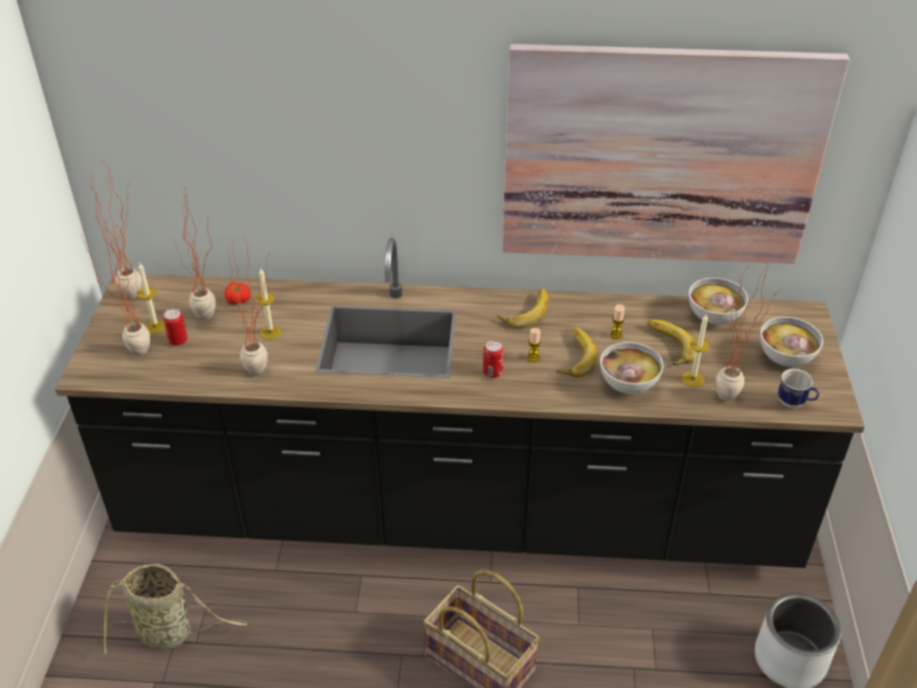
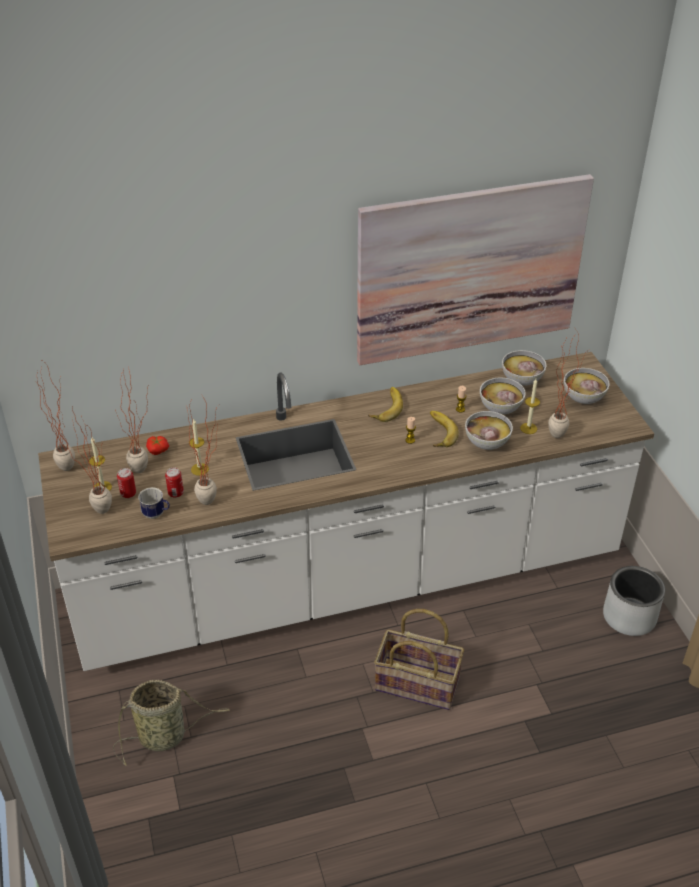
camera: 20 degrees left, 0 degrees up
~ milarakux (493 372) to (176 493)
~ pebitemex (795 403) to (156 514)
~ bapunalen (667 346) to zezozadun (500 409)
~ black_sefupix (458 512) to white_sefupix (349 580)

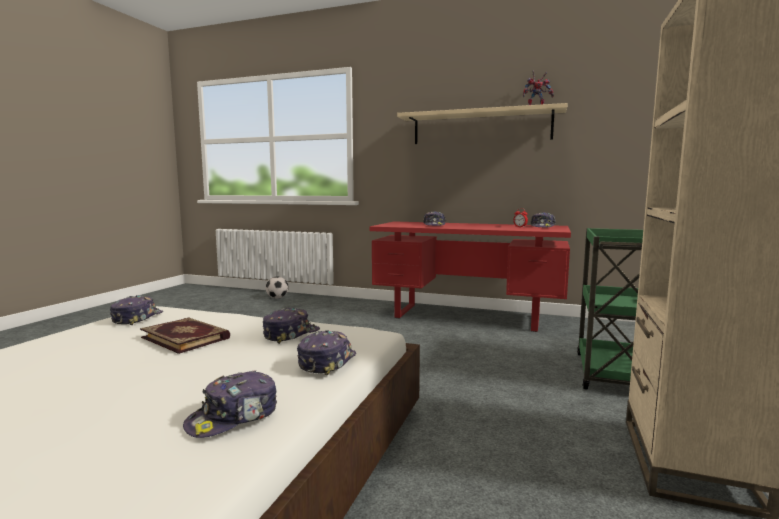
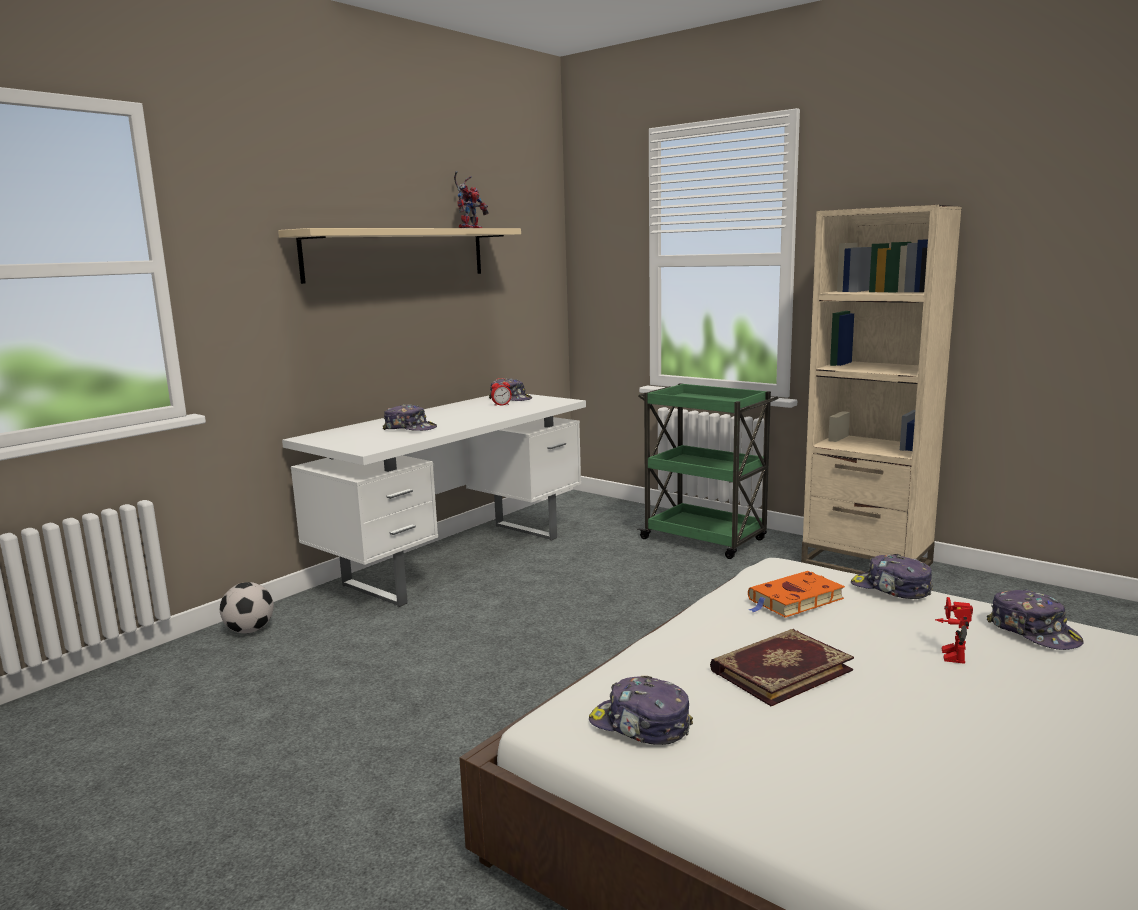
camera: 70 degrees left, 5 degrees up
+ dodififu (948 654)
~ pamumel (277 298) to (249 630)
~ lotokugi (291 334) to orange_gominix (794 600)
~ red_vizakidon (467 317) to white_vizakidon (456 559)

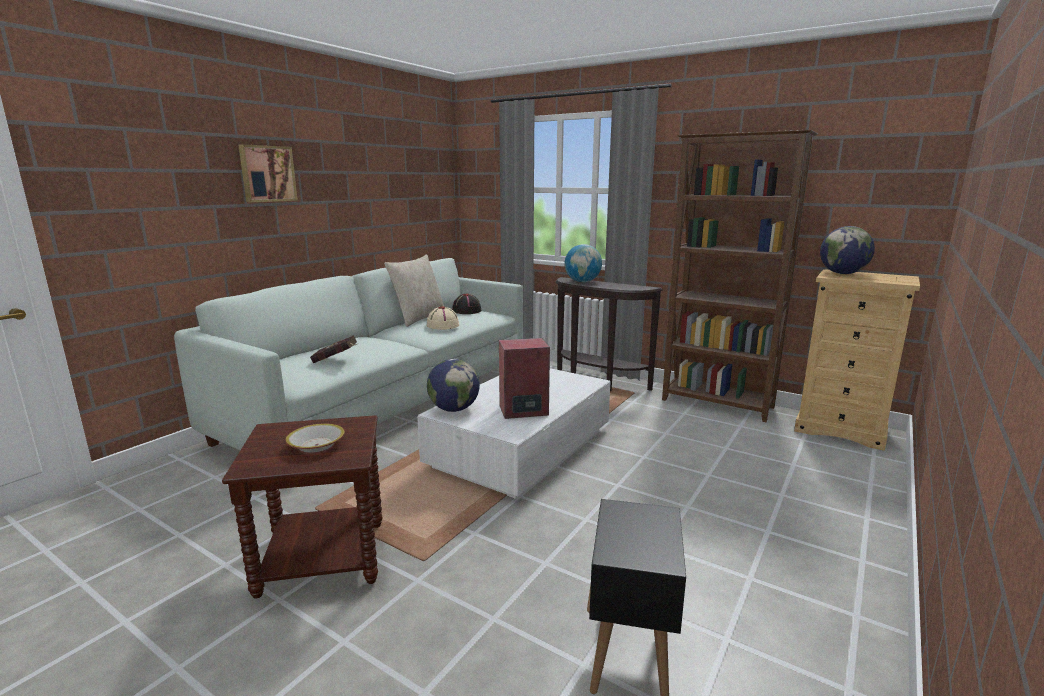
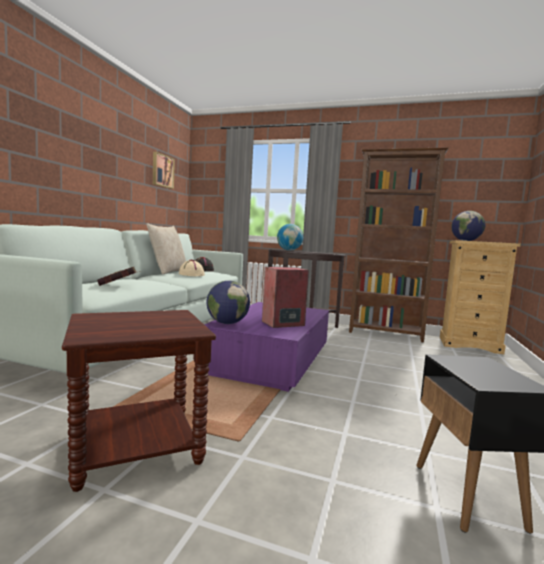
camera: 15 degrees left, 10 degrees down
- zezozadun (316 446)
~ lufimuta (267 174) to (162 171)
~ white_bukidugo (521 448) to purple_bukidugo (271 360)

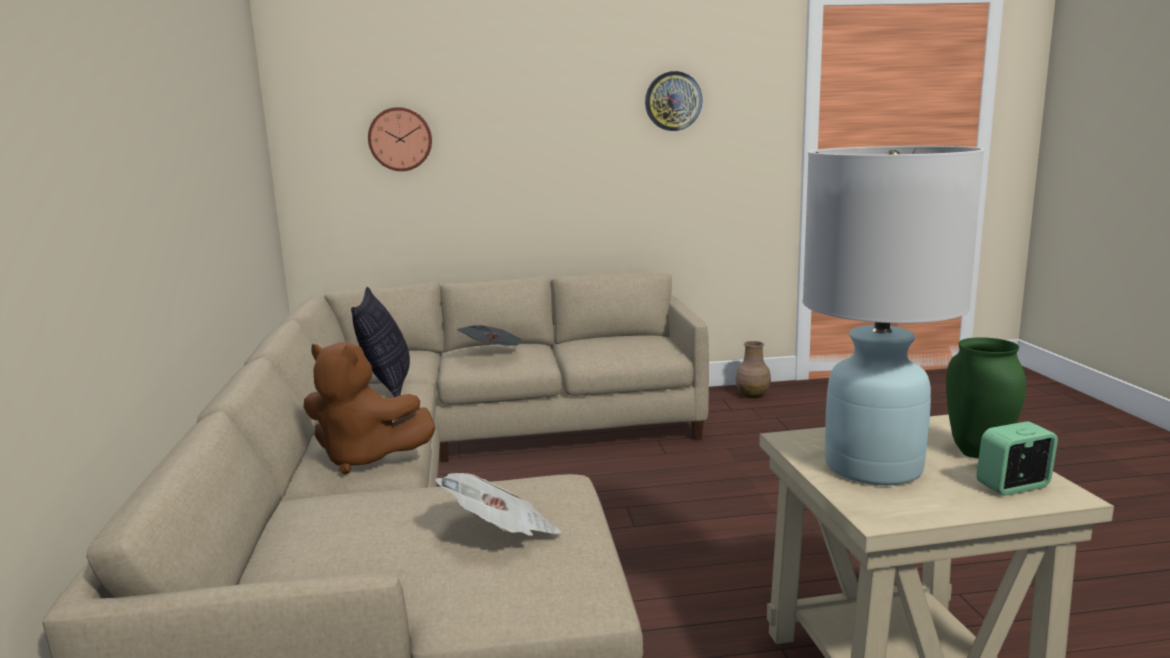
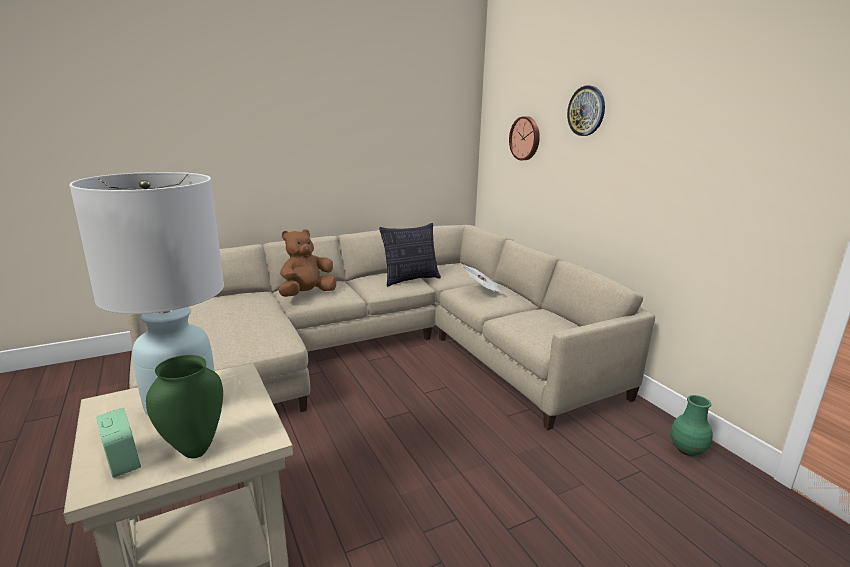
camera: 70 degrees right, 5 degrees up
- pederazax (502 533)
~ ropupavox (673 101) to (586 111)
~ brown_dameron (752 395) to green_dameron (687 449)
~ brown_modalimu (365 458) = (307 294) 45 degrees clockwise

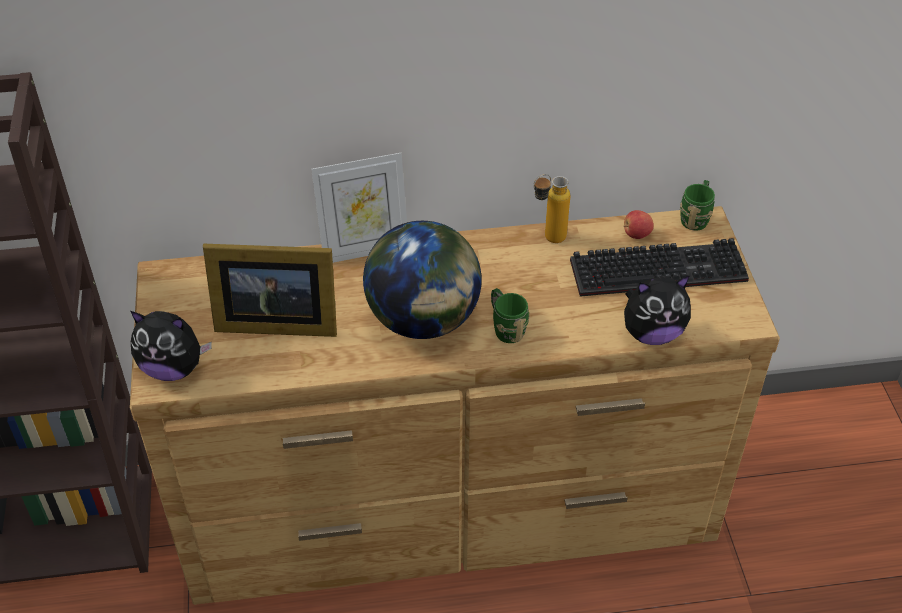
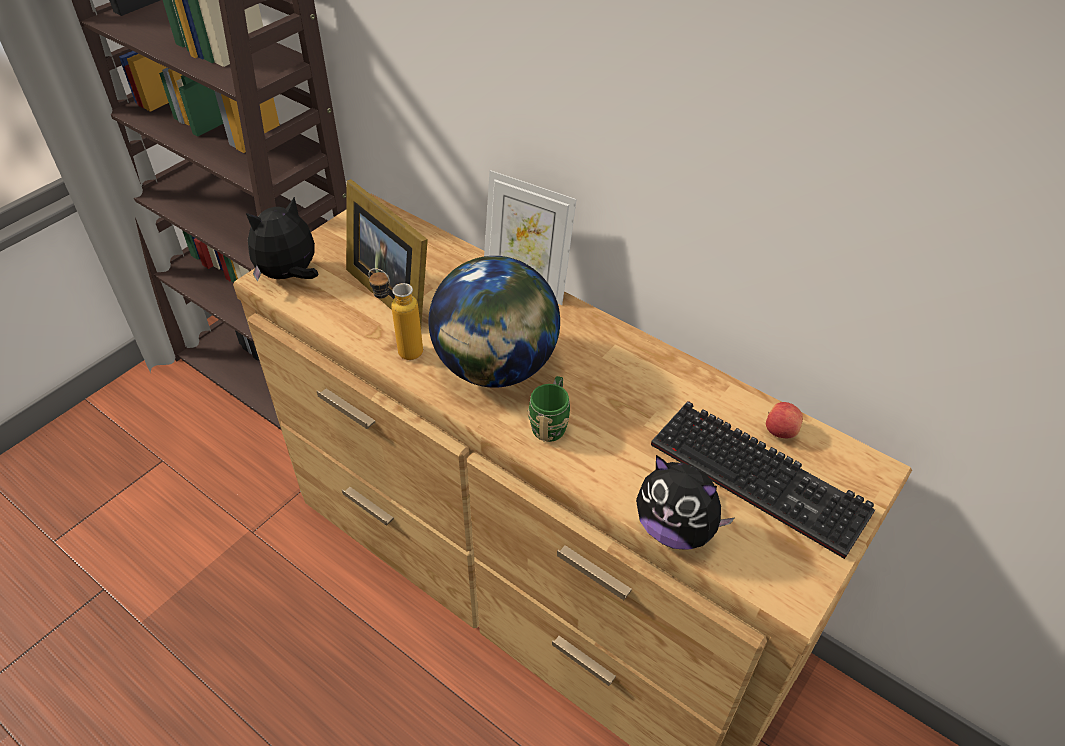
camera: 45 degrees right, 0 degrees up
- green_pebitemex (696 217)
~ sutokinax (547 239) to (401 350)
~ modalimu (173 368) = (289 275) 90 degrees clockwise

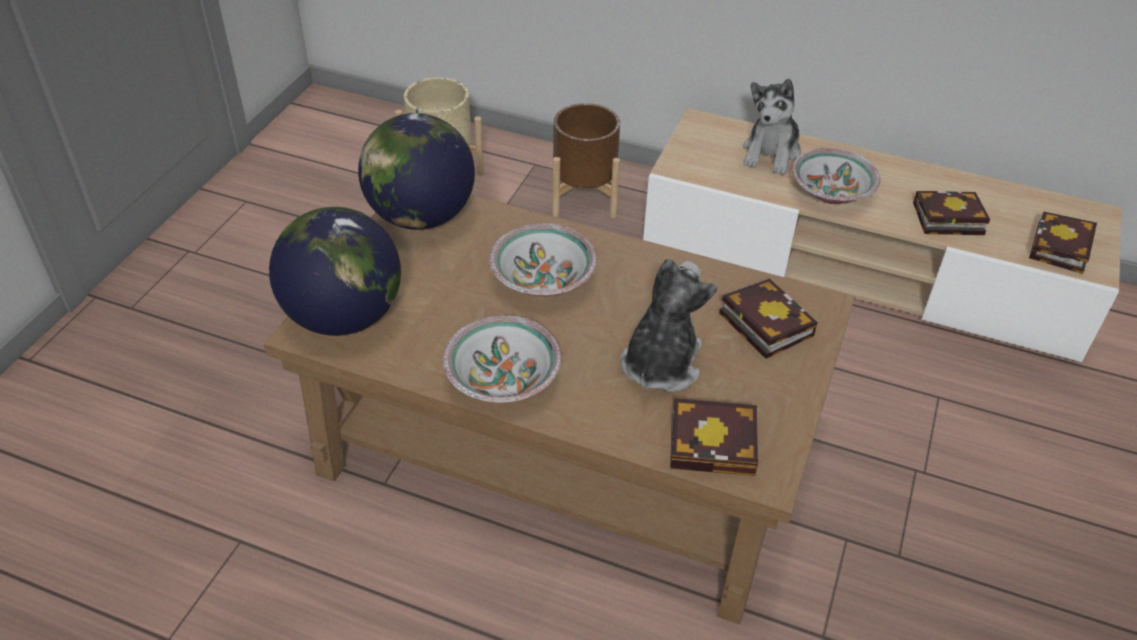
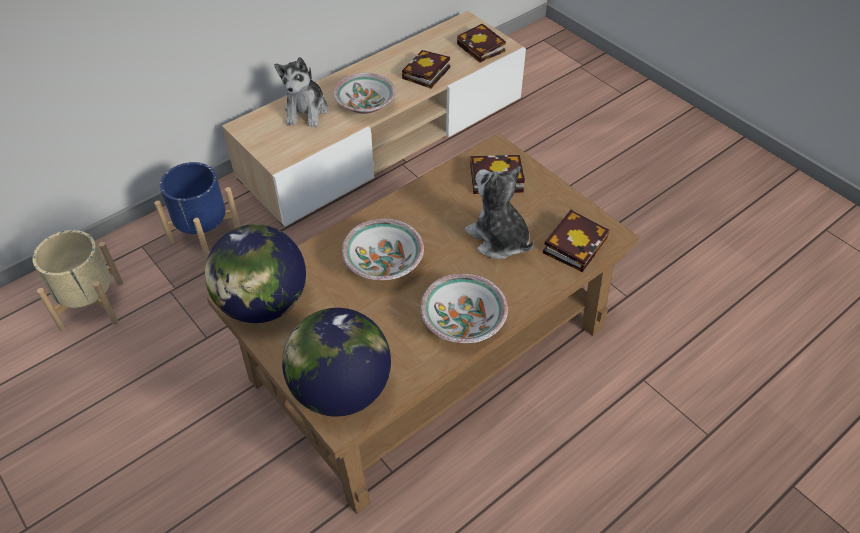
camera: 60 degrees left, 5 degrees up
~ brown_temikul (584 197) to blue_temikul (205 235)
~ modalimu (771 153) = (306 111) 45 degrees clockwise

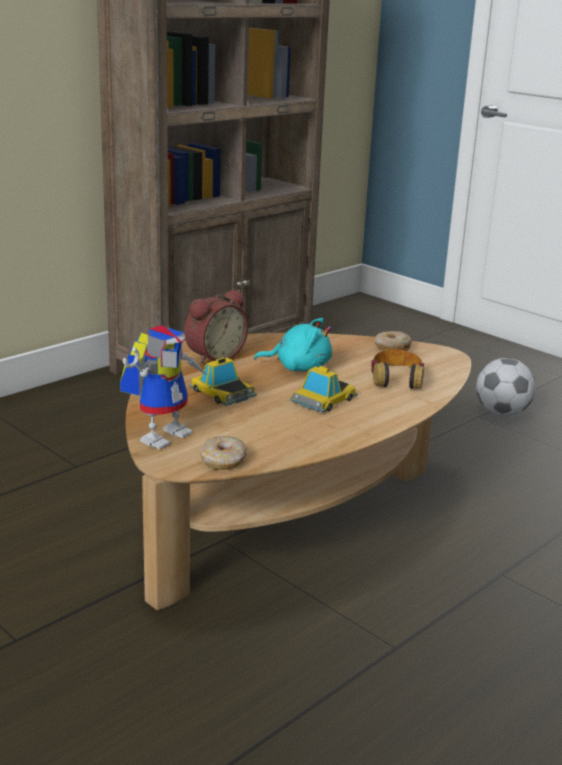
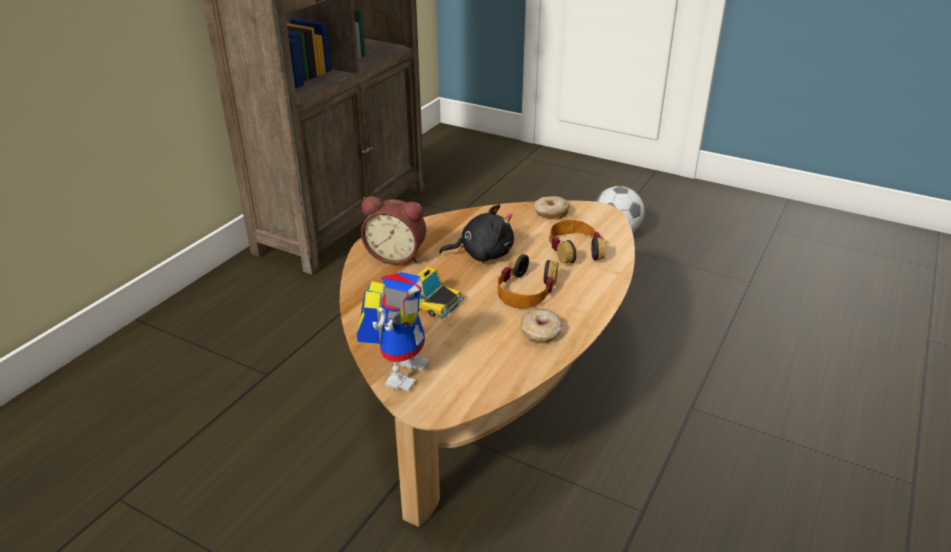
camera: 15 degrees left, 10 degrees up
~ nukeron (223 461) to (540 332)
~ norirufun (323 399) to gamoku (526 290)
~ turquoise_modalimu (299 367) to black_modalimu (482 254)
~ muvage (213 356) = (396 255) 75 degrees clockwise

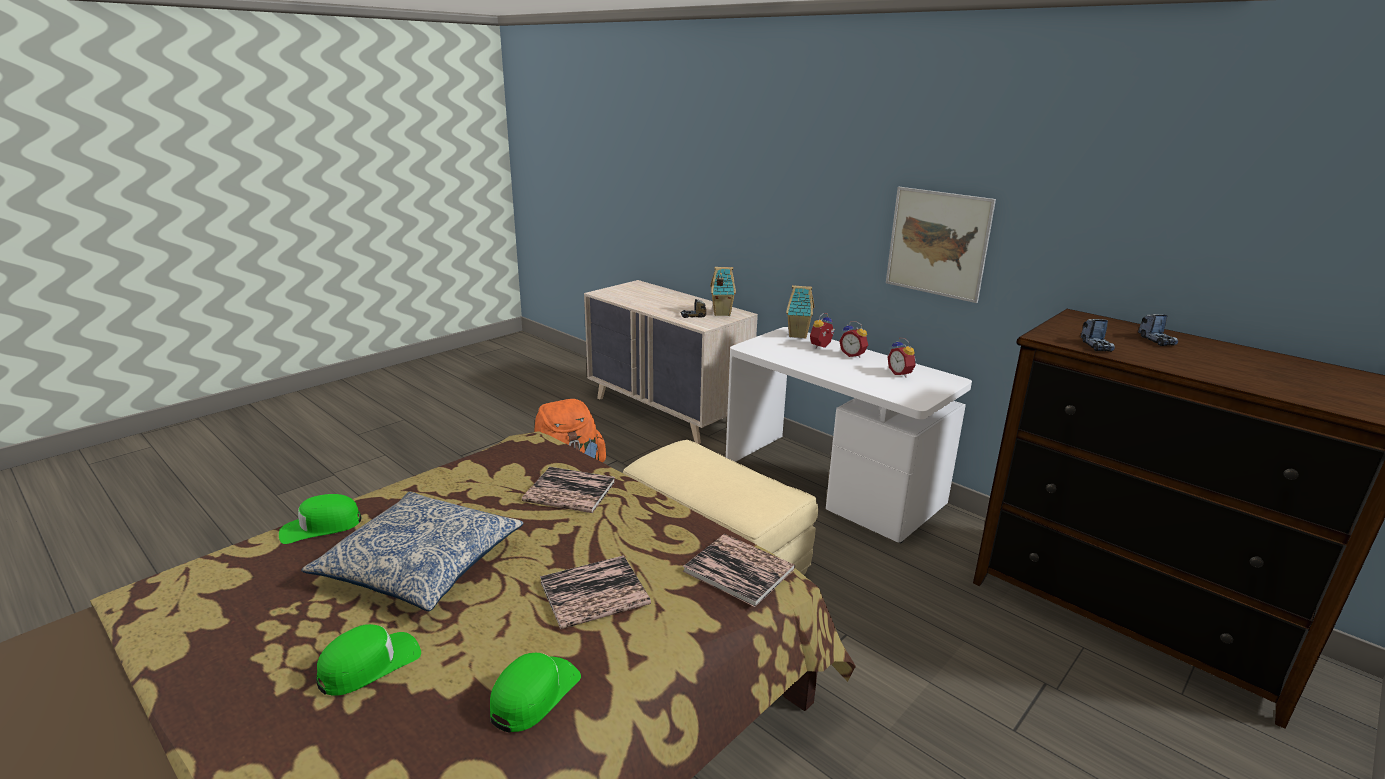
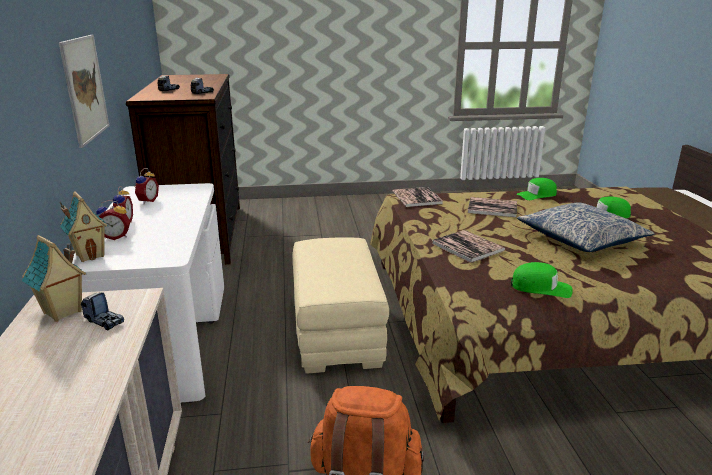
camera: 140 degrees left, 0 degrees up
~ green_lotokugi (321 527) to (541 287)

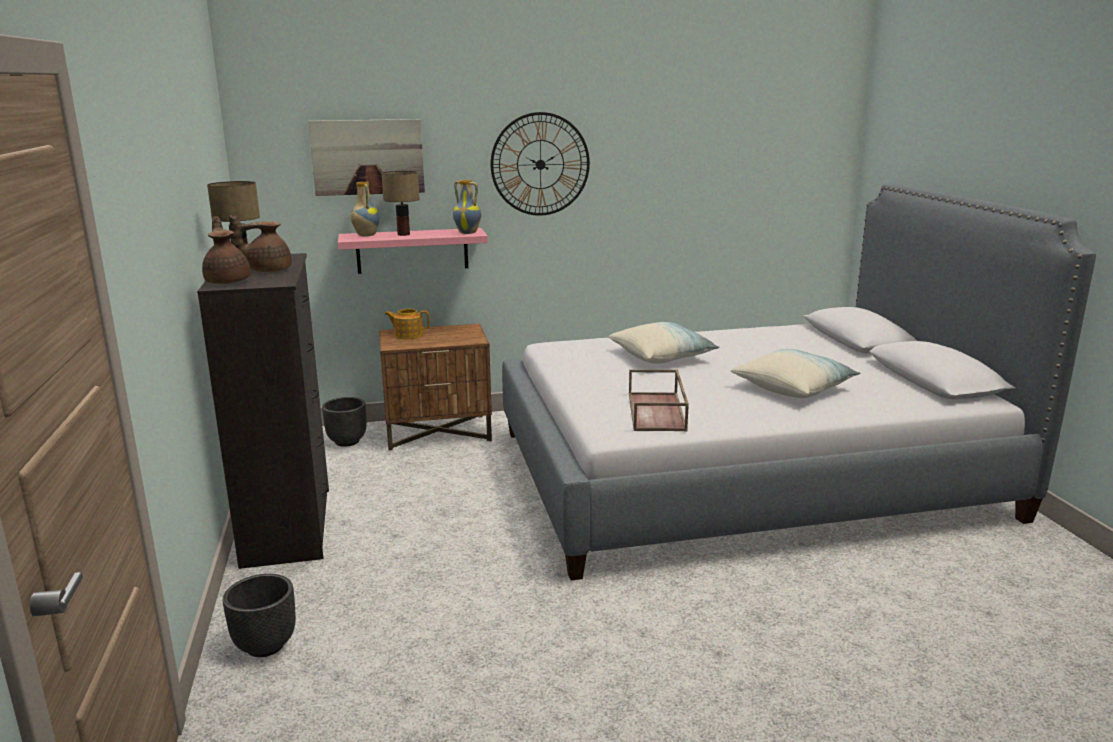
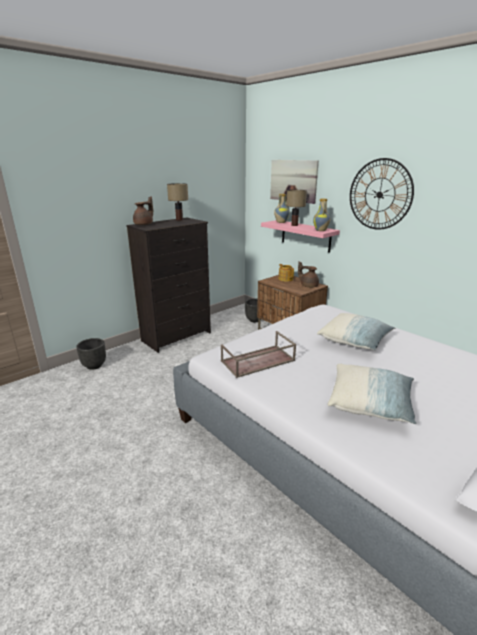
camera: 60 degrees right, 5 degrees up
~ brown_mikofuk (267 270) to (308 286)

